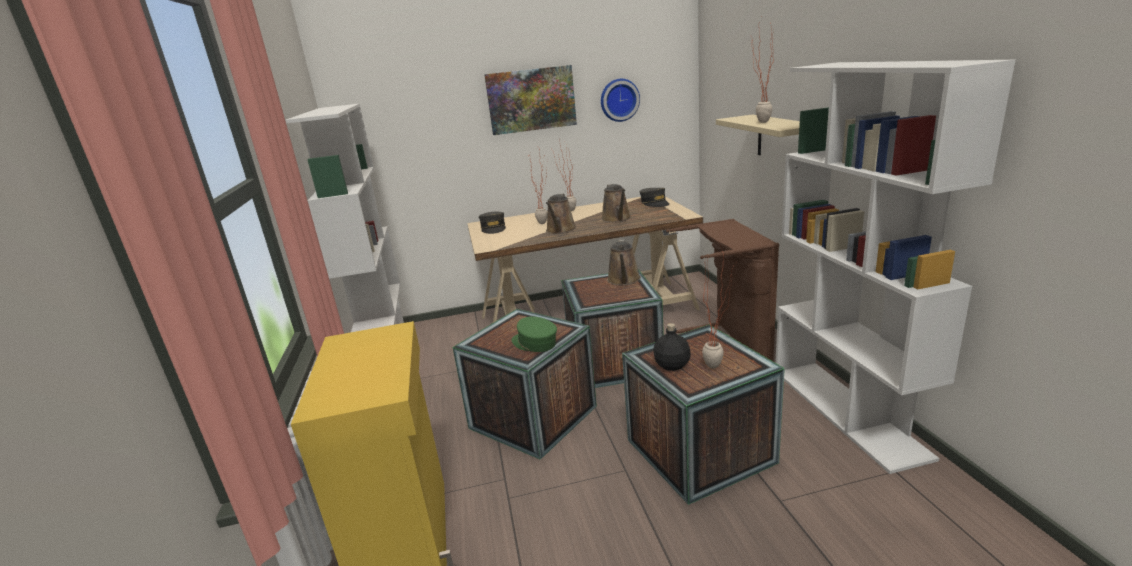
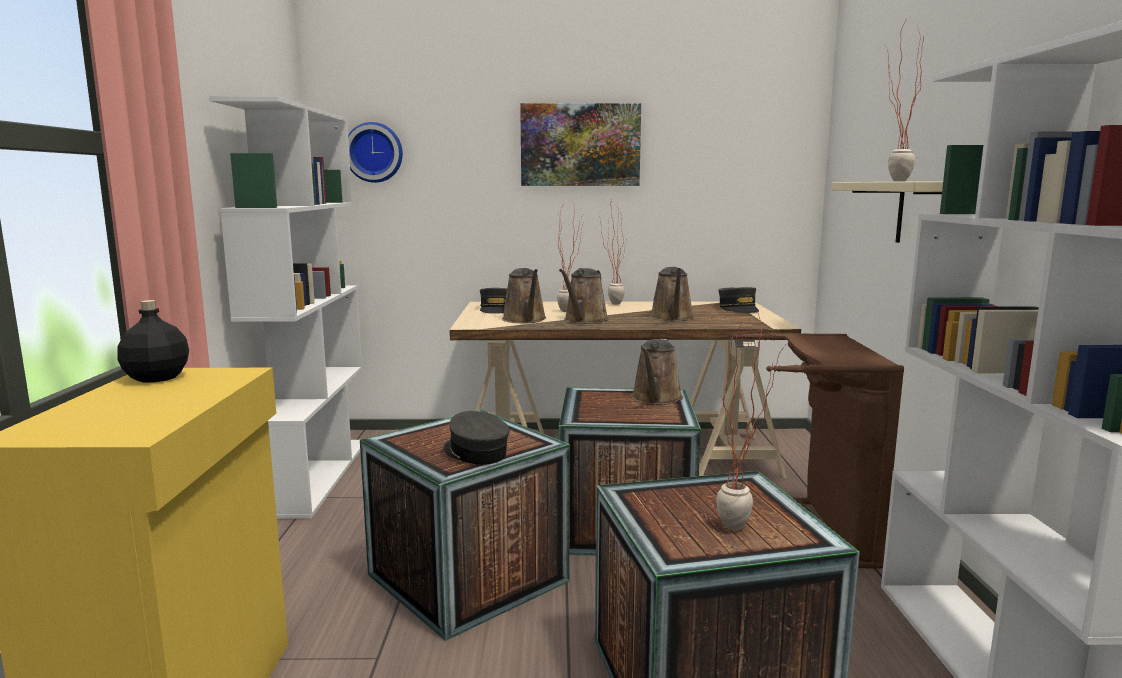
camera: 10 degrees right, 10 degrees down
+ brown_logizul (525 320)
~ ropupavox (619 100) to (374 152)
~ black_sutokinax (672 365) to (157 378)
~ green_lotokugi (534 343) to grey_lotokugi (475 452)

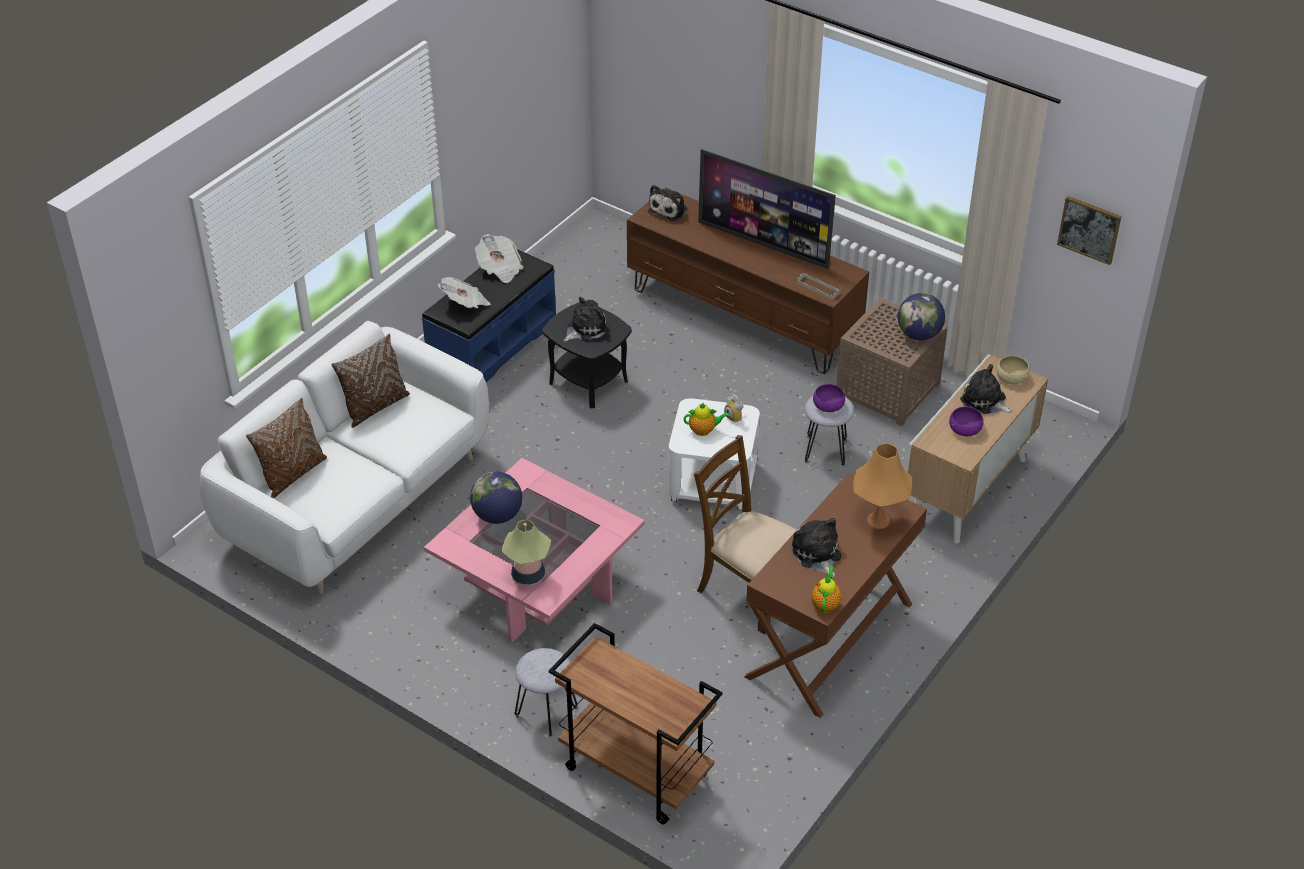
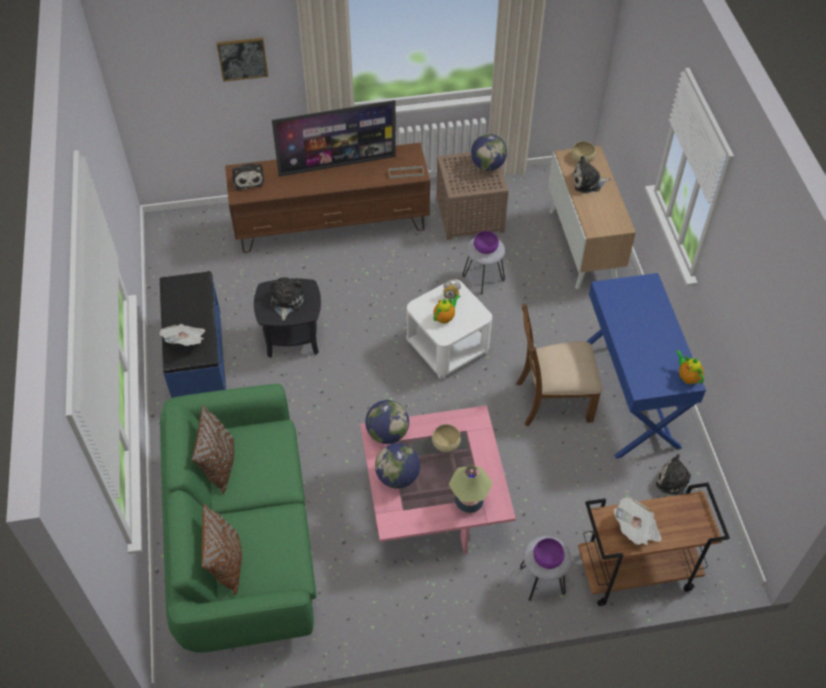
camera: 45 degrees left, 10 degrees up
- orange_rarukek (878 520)
+ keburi (387 433)
+ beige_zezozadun (446 443)
~ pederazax (499 268) to (636 529)
~ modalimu (817 554) to (675 482)
~ purple_zezozadun (965 429) to (547 557)
~ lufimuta (1089 229) to (242 58)
~ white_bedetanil (355 500) to green_bedetanil (243 541)
~ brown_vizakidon (830 640) to blue_vizakidon (629 396)

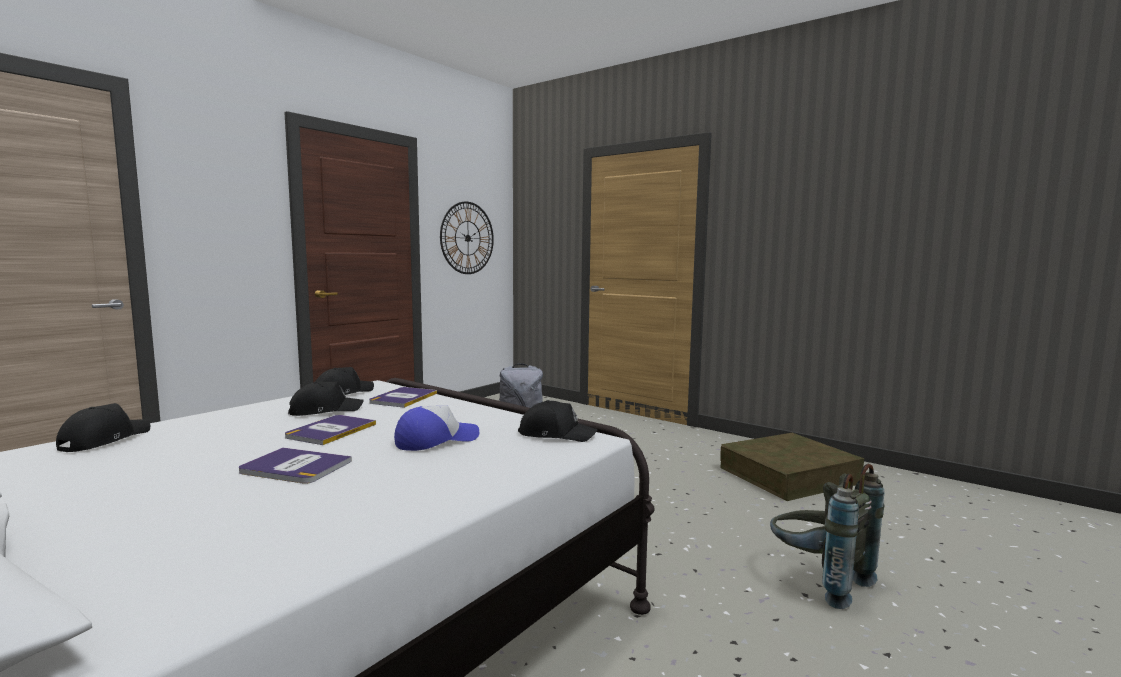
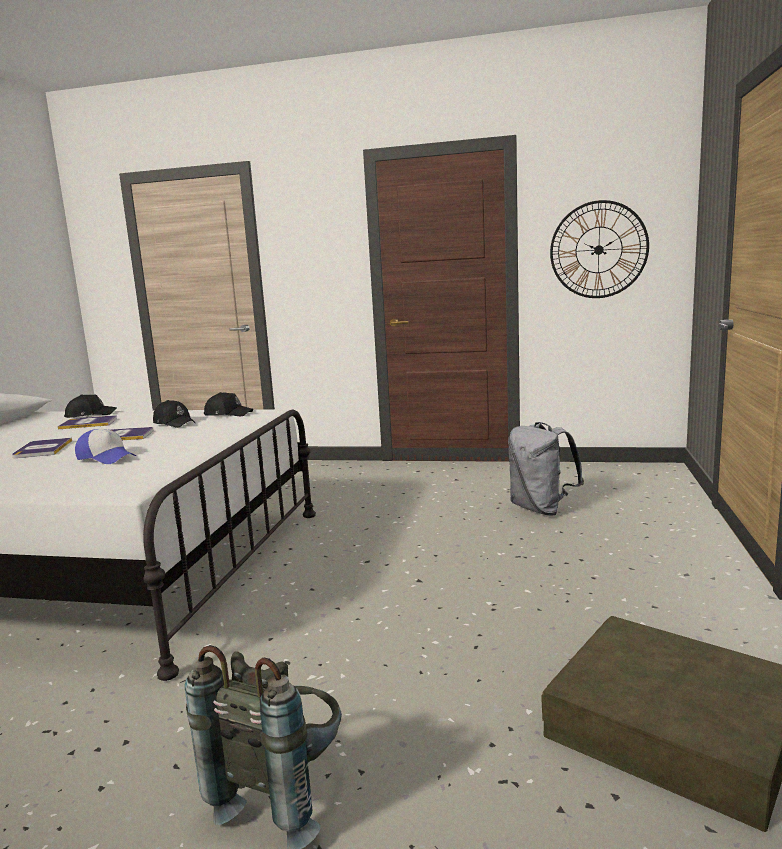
camera: 65 degrees right, 5 degrees up
- black_lotokugi (556 434)
~ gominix (403 398) to (89 423)

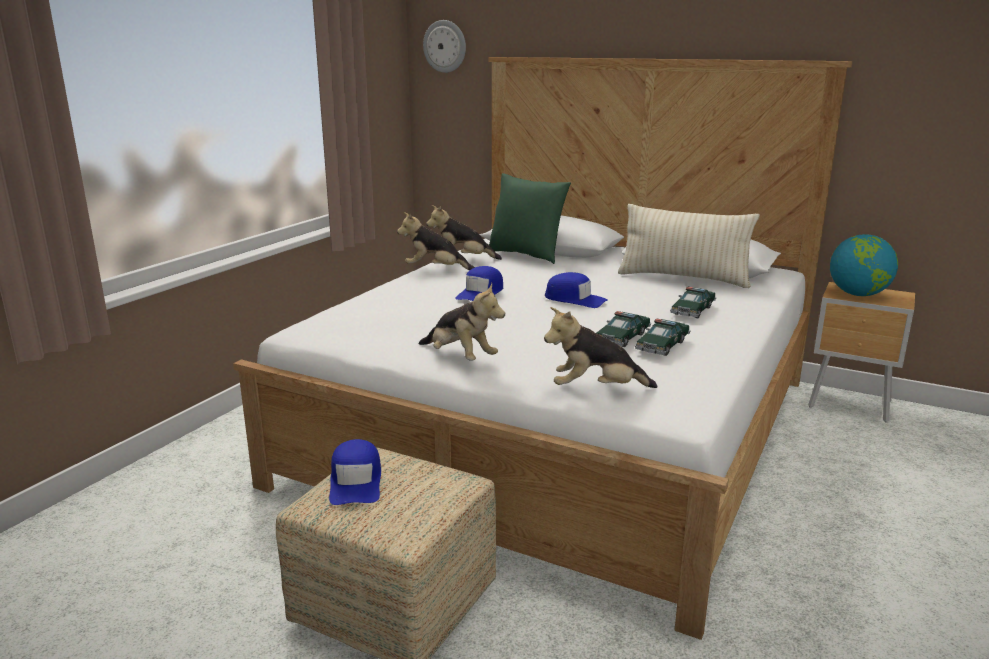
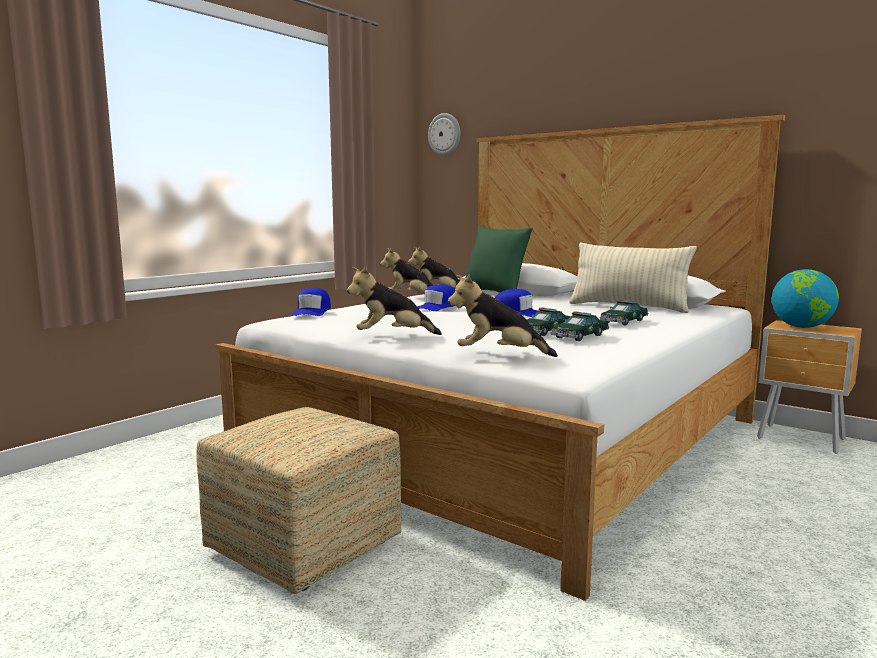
camera: 10 degrees right, 10 degrees down
~ blue_lotokugi (356 481) to (312 312)
~ modalimu (460 357) = (392 336) 120 degrees clockwise

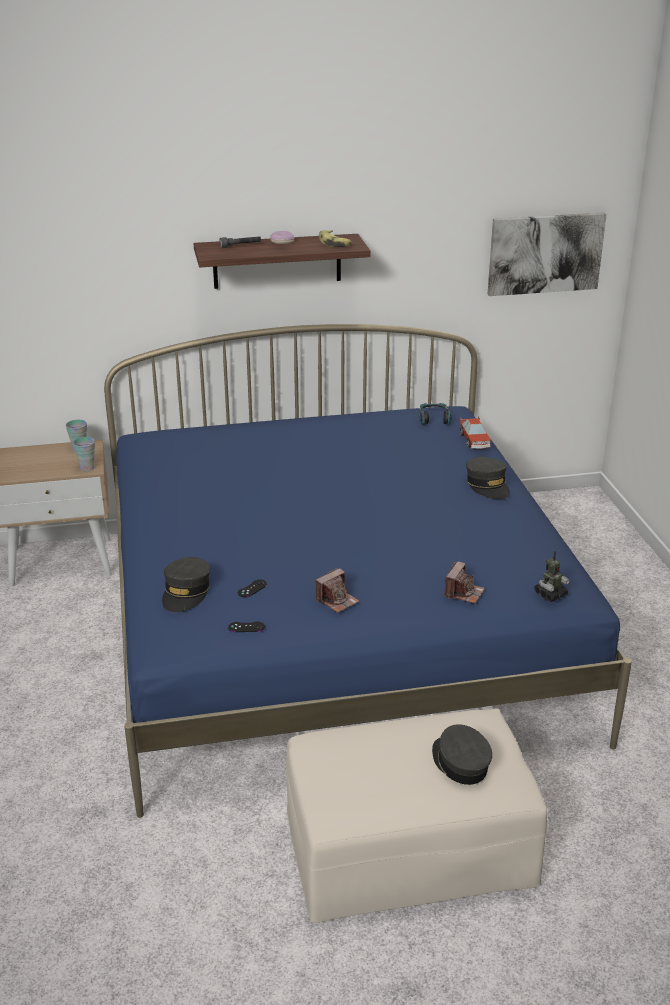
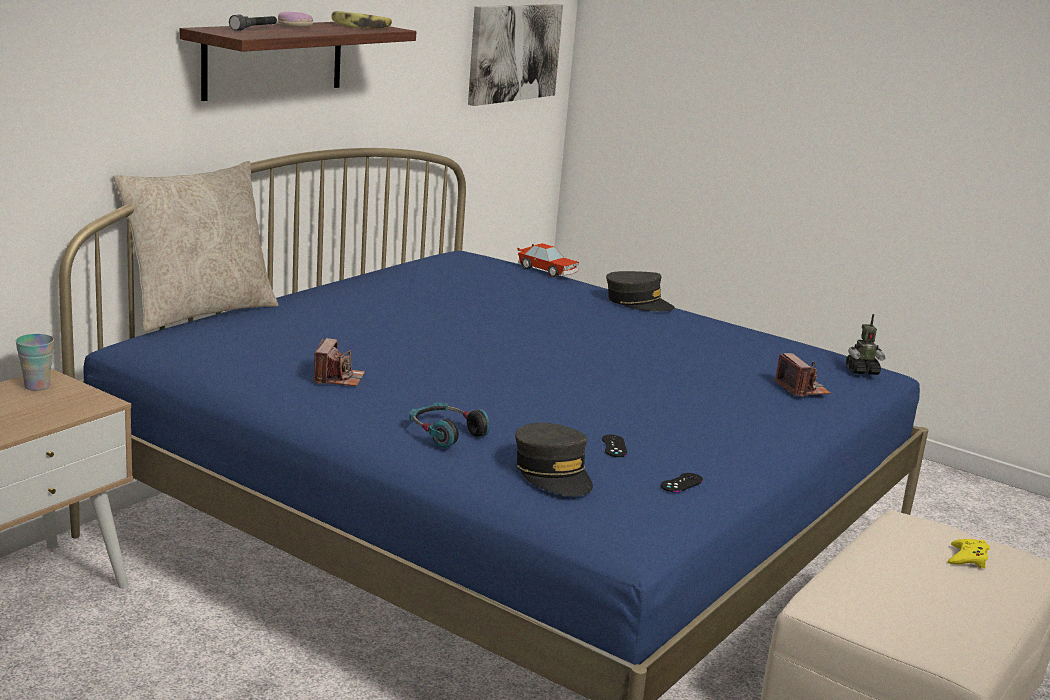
camera: 45 degrees left, 10 degrees down
- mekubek (87 468)
+ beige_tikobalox (199 312)
~ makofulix (337 600) to (338 378)
~ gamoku (434 418) to (446 433)
~ grey_lotokugi (460 763) to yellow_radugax (967 558)
~ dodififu (550 595) = (862 371) 75 degrees clockwise

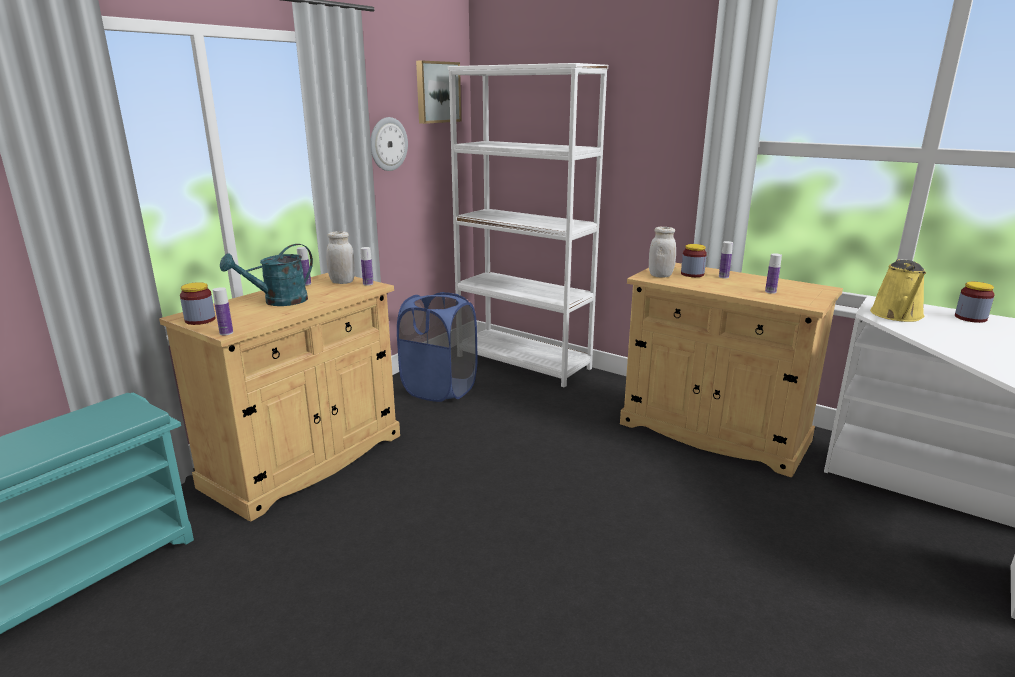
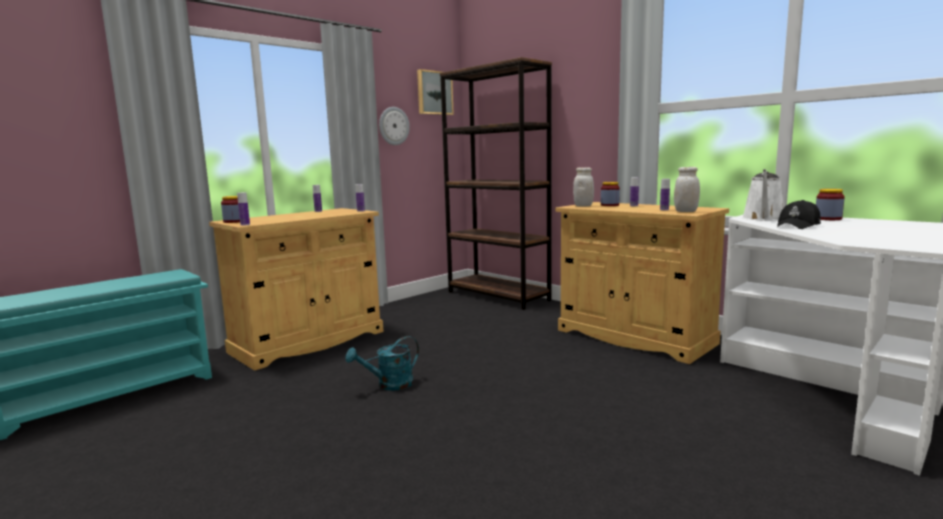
camera: 10 degrees right, 10 degrees down
- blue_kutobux (440 389)
+ black_lotokugi (798 226)
~ turquoise_logizul (278 302) to (389 385)
~ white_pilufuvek (342 282) to (685 211)
~ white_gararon (523 362) to brown_gararon (498 296)
~ yellow_logizul (897 315) to white_logizul (763 218)

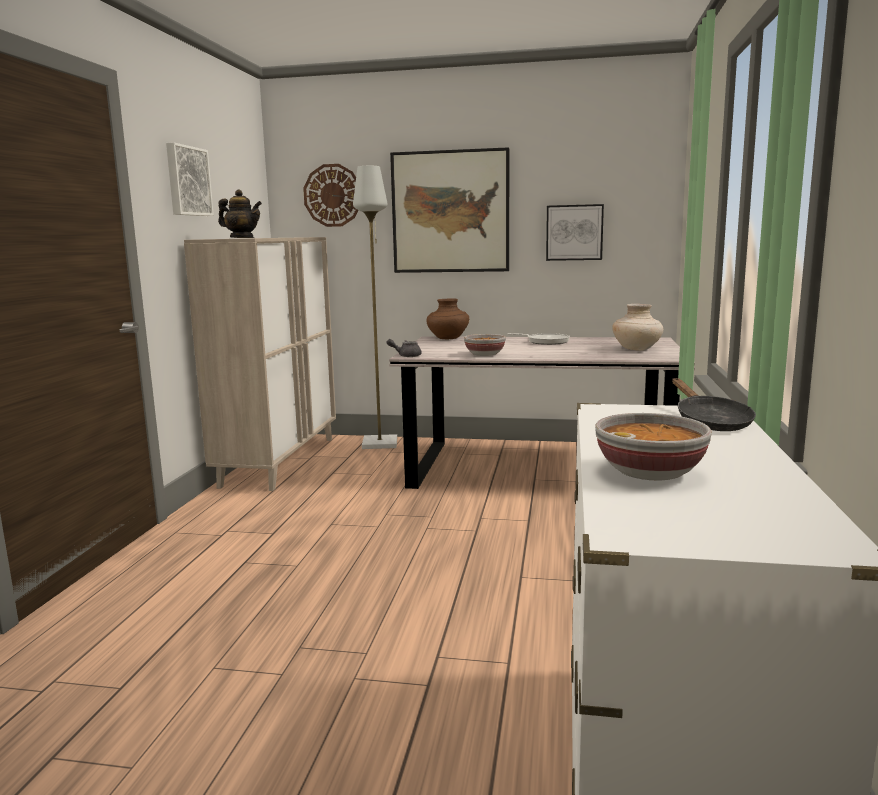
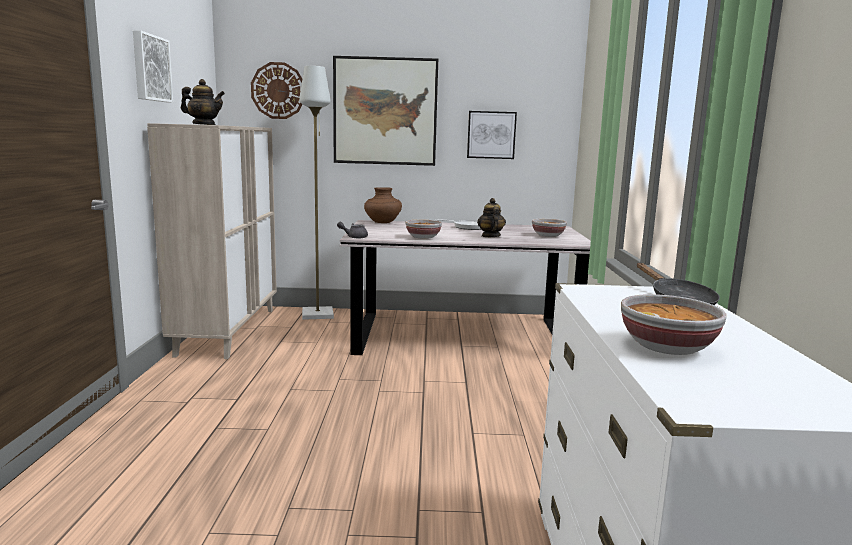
camera: 10 degrees left, 0 degrees up
+ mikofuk (490 236)
~ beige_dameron (637 349) to zezozadun (548 235)

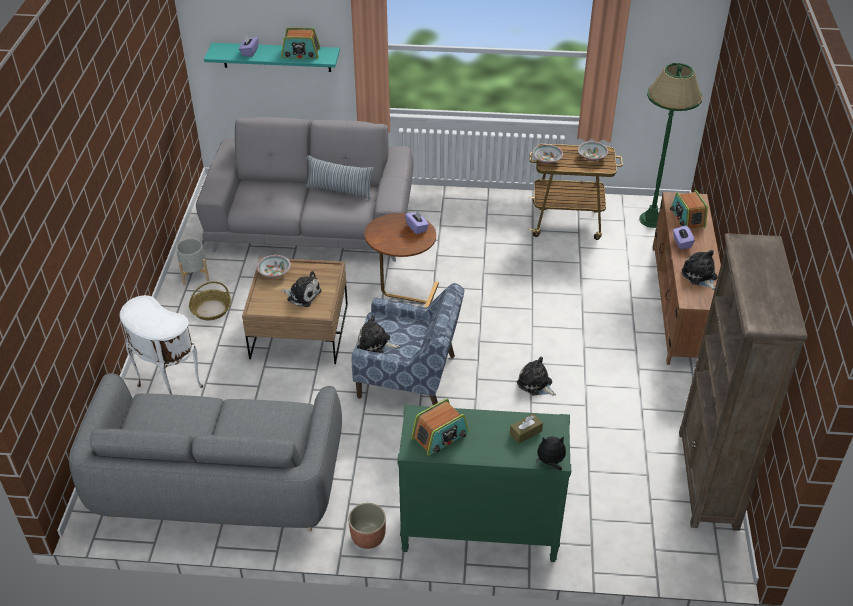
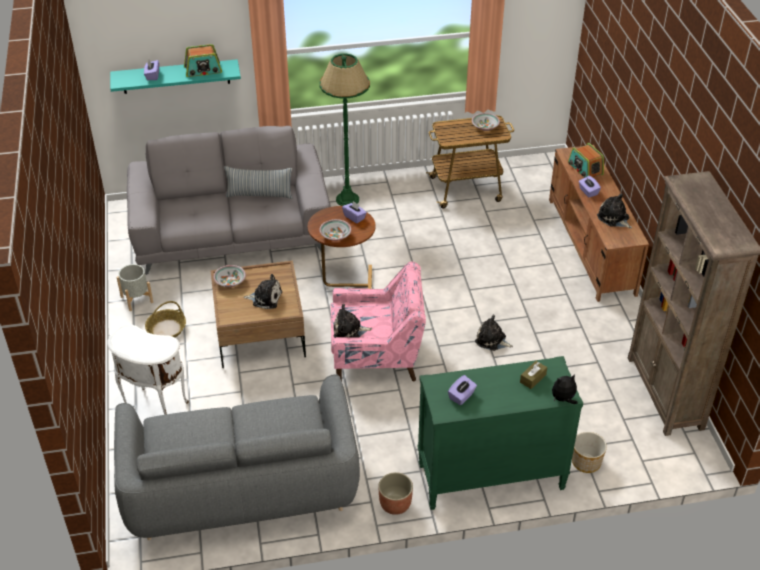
camera: 15 degrees left, 0 degrees up
+ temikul (586 462)
~ zezozadun (546 160) to (335 236)
~ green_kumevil (652 220) to (347 199)
~ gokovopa (440 436) to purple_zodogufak (462 396)
~ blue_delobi (409 377) to pink_delobi (377 356)

